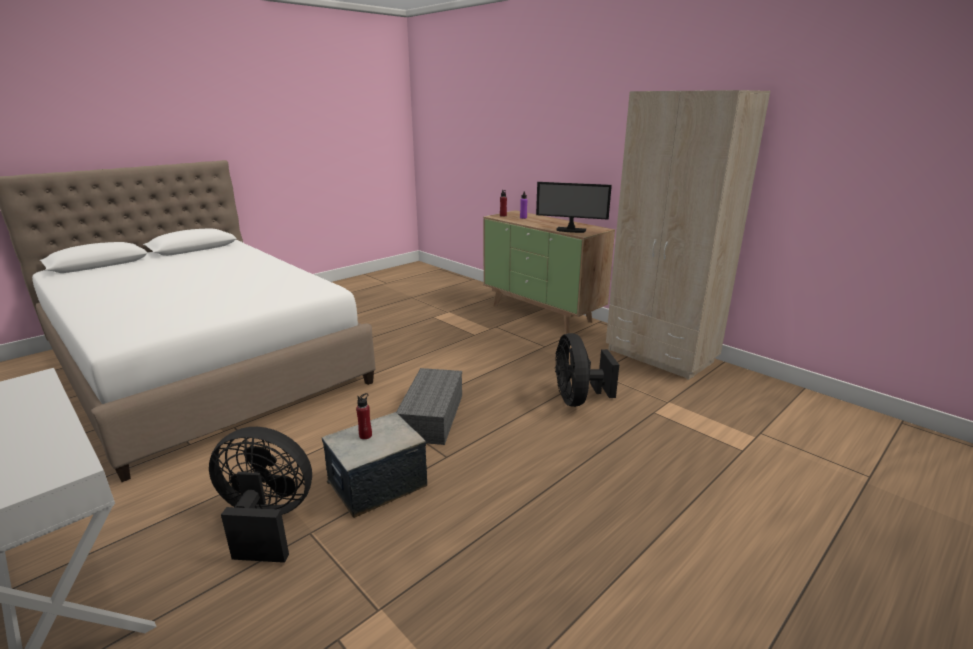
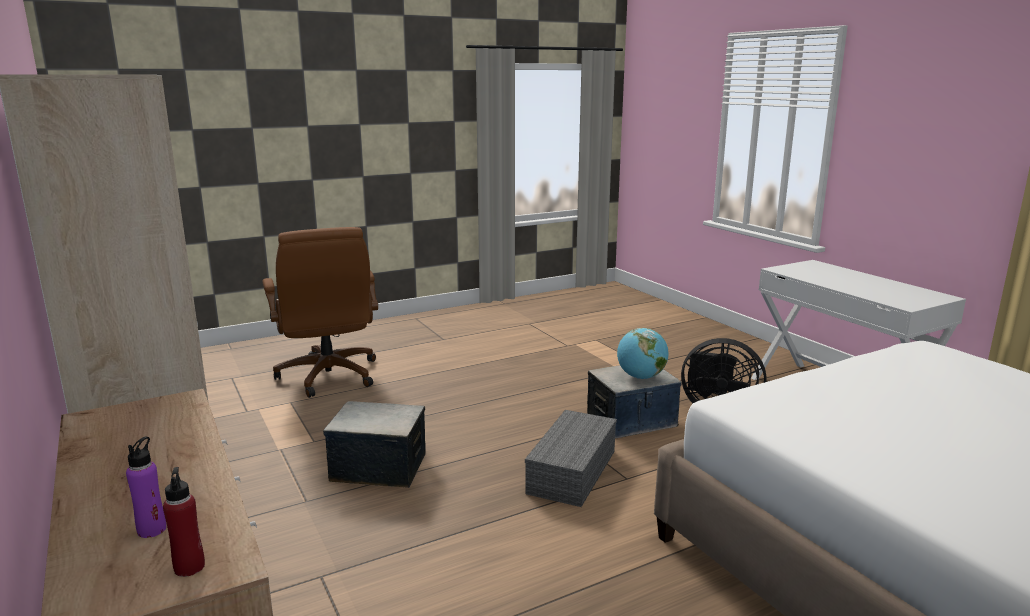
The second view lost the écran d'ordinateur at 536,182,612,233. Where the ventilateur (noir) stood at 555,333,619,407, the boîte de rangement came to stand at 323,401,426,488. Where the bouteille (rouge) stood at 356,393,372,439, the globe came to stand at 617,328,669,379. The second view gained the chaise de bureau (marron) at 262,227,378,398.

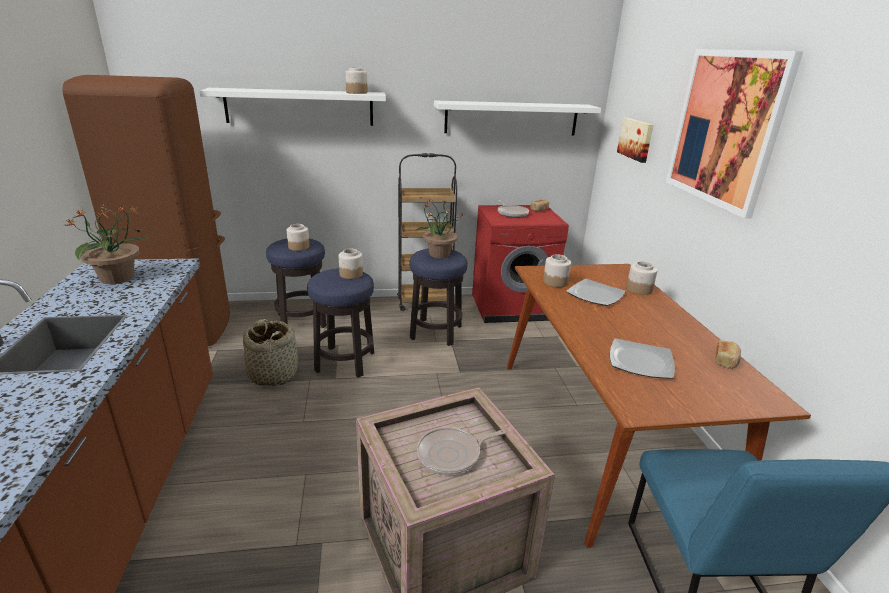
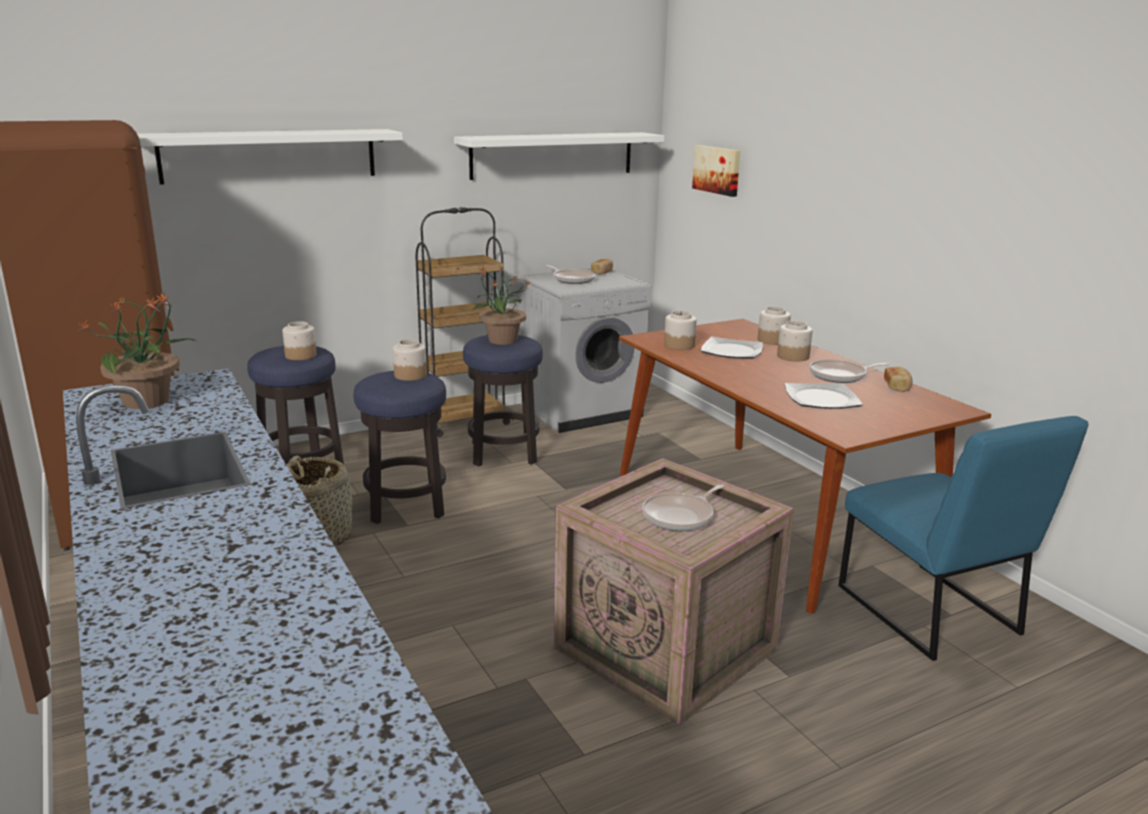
The second view lost the tableau at 666,49,803,219. The bocal ended up elsewhere, having gone from 345,67,368,94 to 777,321,813,361. What was the lave-linge (rouge) at 472,205,569,323 turned into the lave-linge (blanc) at 521,268,652,433. The second view gained the poêle at 809,359,890,383.

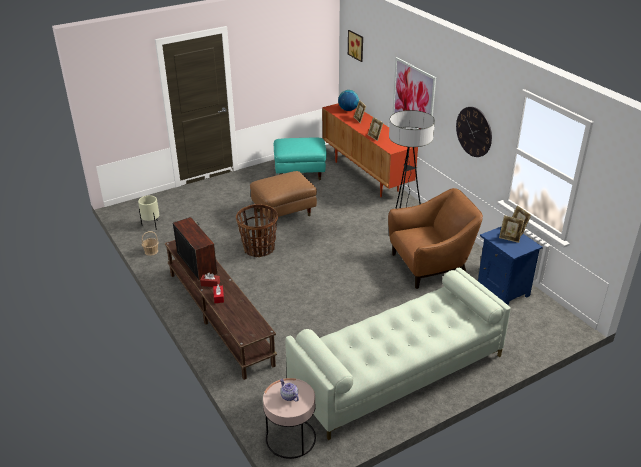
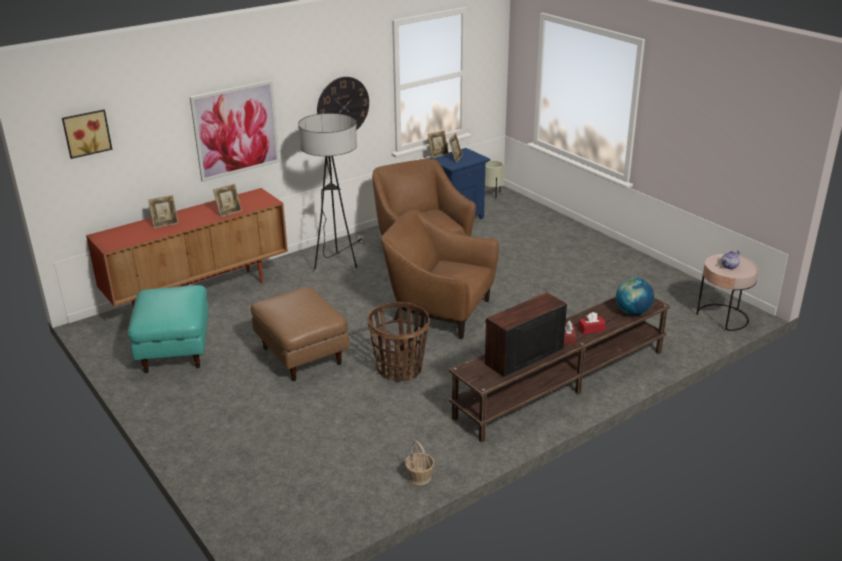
The globe ended up elsewhere, having gone from 338,90,359,111 to 616,278,654,315. The cache-pot (beige) ended up elsewhere, having gone from 138,195,159,230 to 485,160,504,199. The second view lost the canapé (blanc) at 285,268,511,440. The second view gained the fauteuil (marron) at 381,210,499,339.

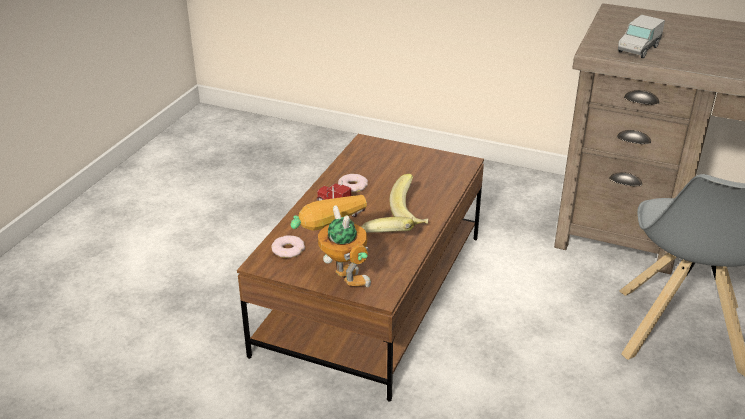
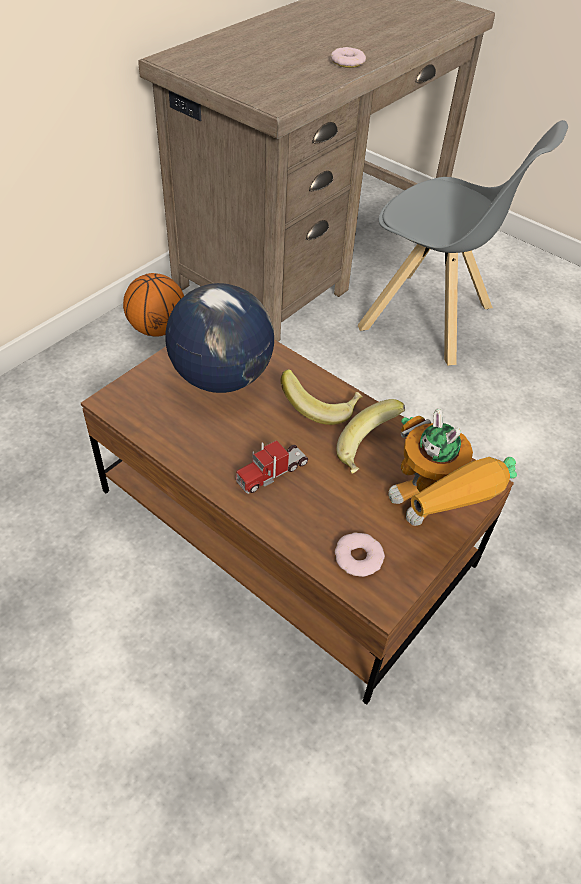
The second view lost the camion jouet at 618,15,665,58. The beignet ended up elsewhere, having gone from 338,174,368,193 to 331,47,366,68. The robot jouet at 291,195,371,287 ended up facing another way, 105 degrees counterclockwise from before. The second view gained the ballon de basket at 123,273,184,337. The second view gained the globe at 165,283,274,393.

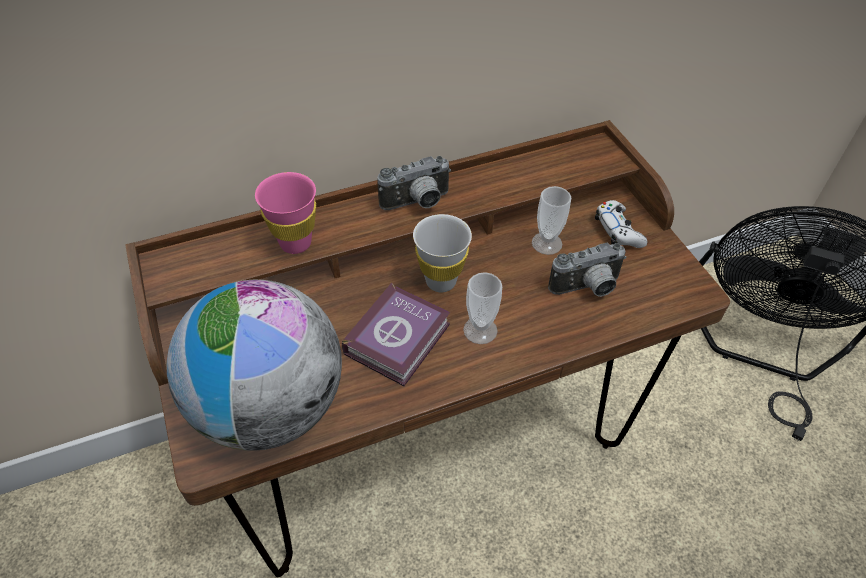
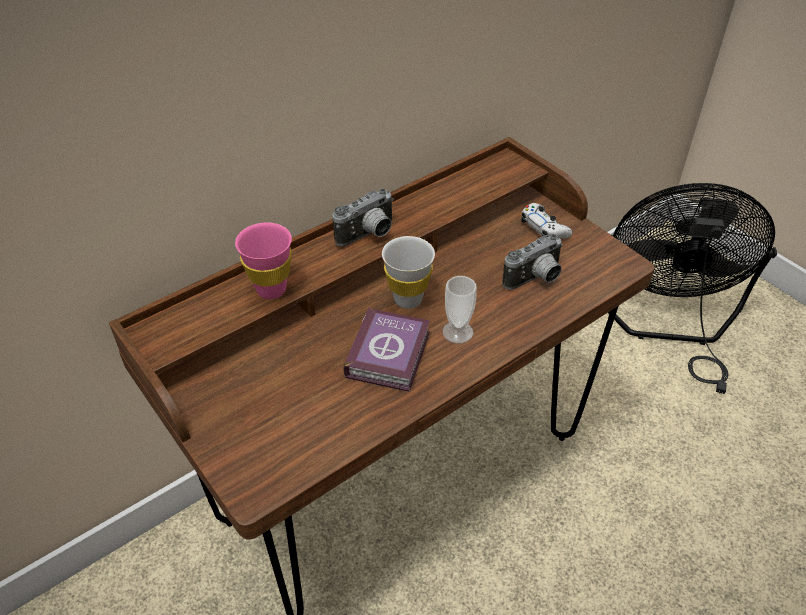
The second view lost the tasse at 532,186,572,255. The second view lost the globe at 167,280,342,451.

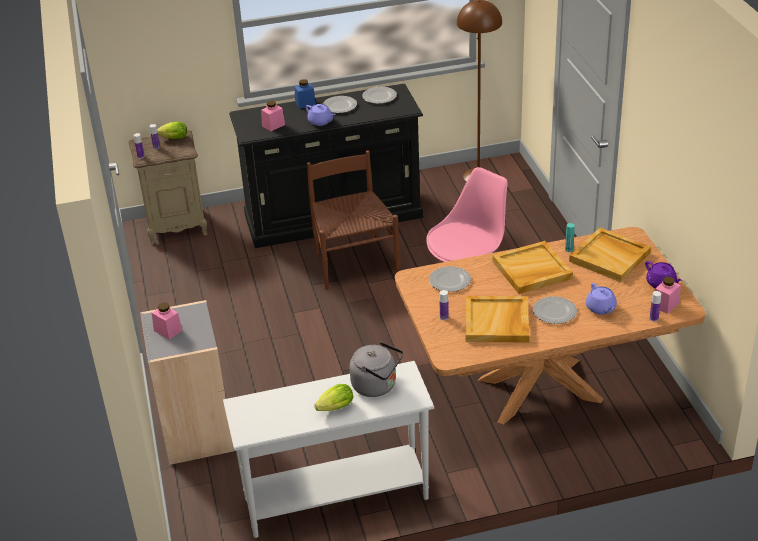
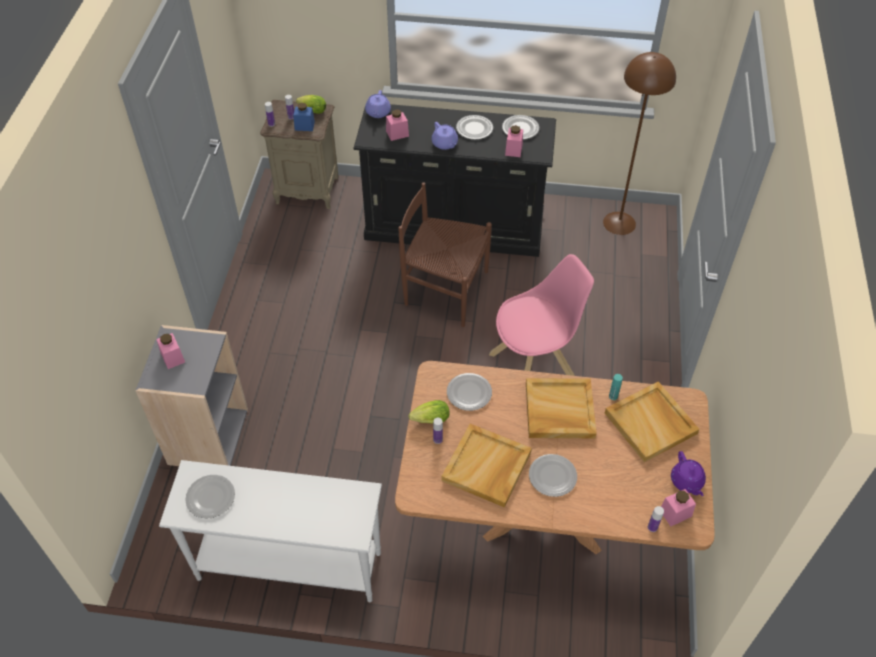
The bocal (bleu) ended up elsewhere, having gone from 295,79,316,109 to 293,103,315,131. The chaise (marron) at 307,150,399,290 ended up facing another way, 75 degrees counterclockwise from before. The théière (violet) ended up elsewhere, having gone from 586,283,617,315 to 365,90,391,118. The second view lost the bouilloire (gris) at 349,342,403,397. The laitue ended up elsewhere, having gone from 314,384,353,411 to 408,400,450,423. The second view gained the bocal (rose) at 505,125,523,157. The second view gained the assiette at 185,475,235,518.

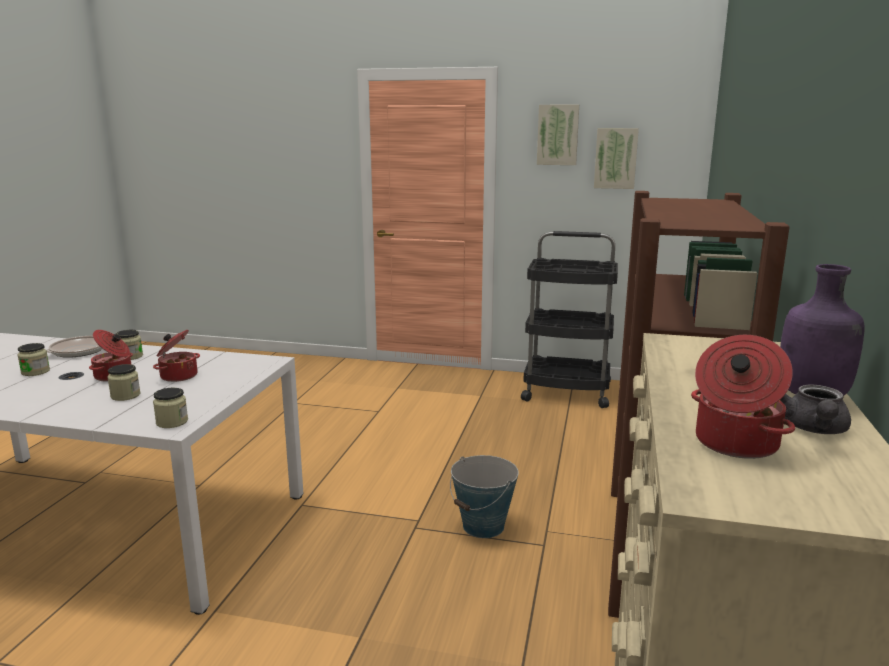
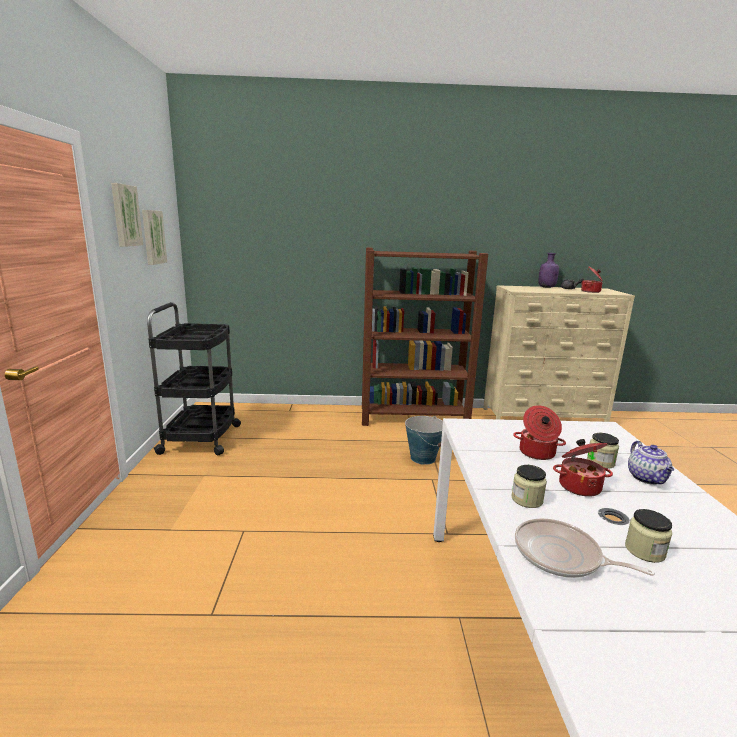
The second view lost the bocal at 153,388,188,428. The second view gained the théière at 628,441,674,485.

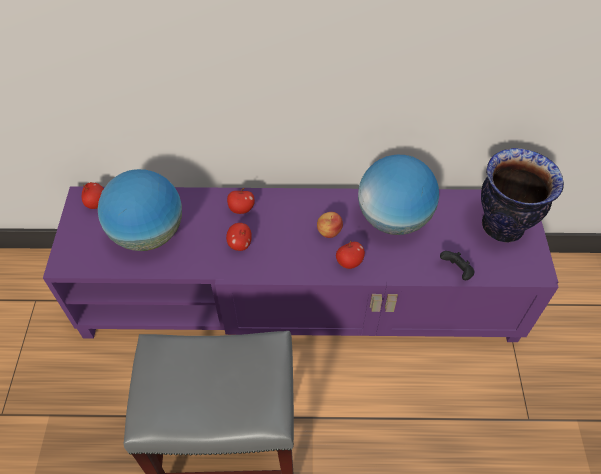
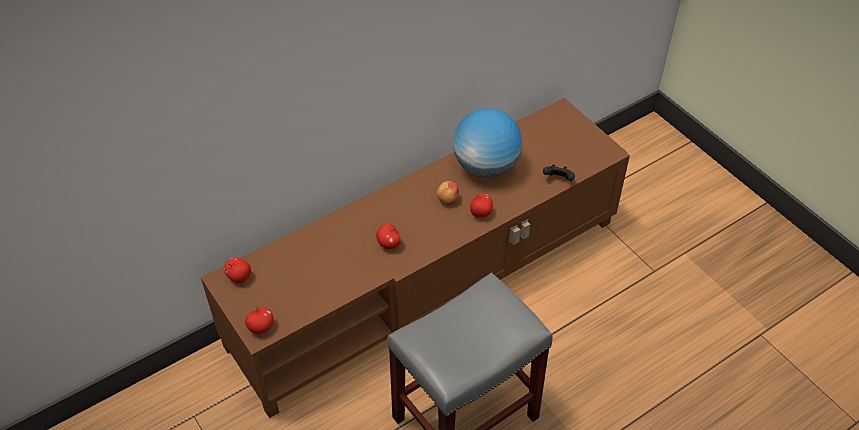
The second view lost the vase at 481,148,564,242. The second view lost the globe at 98,169,182,251. What was the meuble télé (violet) at 43,187,558,342 turned into the meuble télé (marron) at 201,98,630,418. The pomme ended up elsewhere, having gone from 227,188,255,214 to 245,306,273,334.

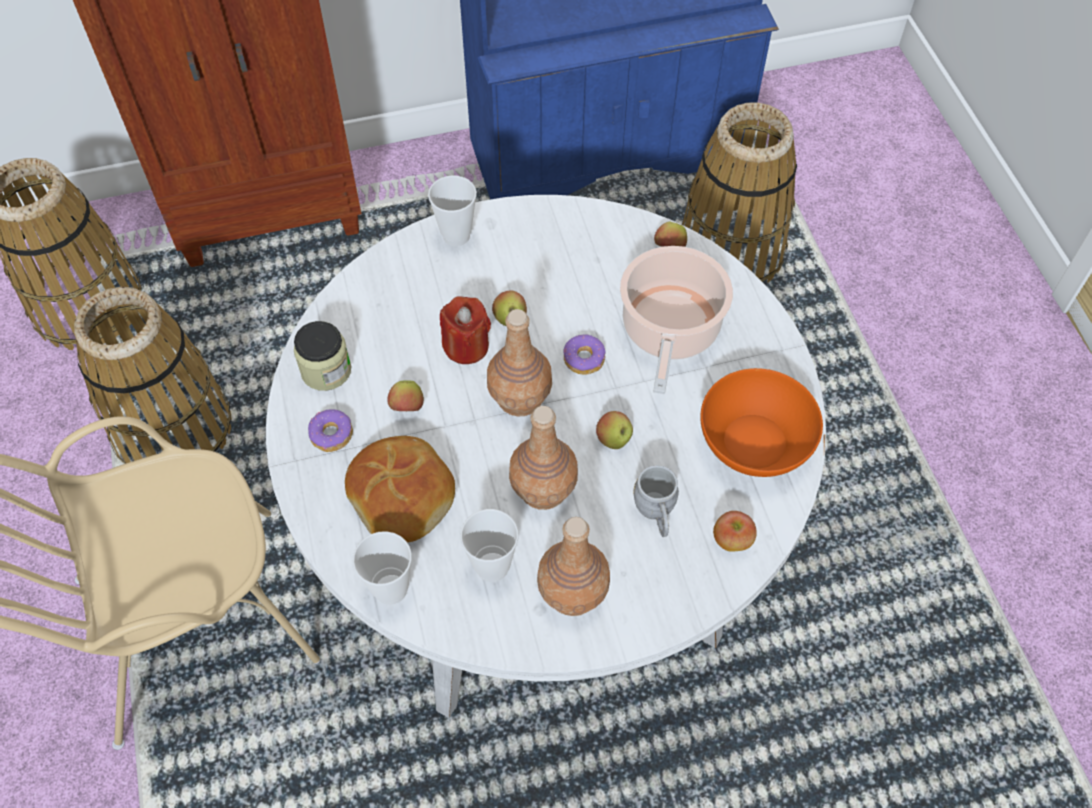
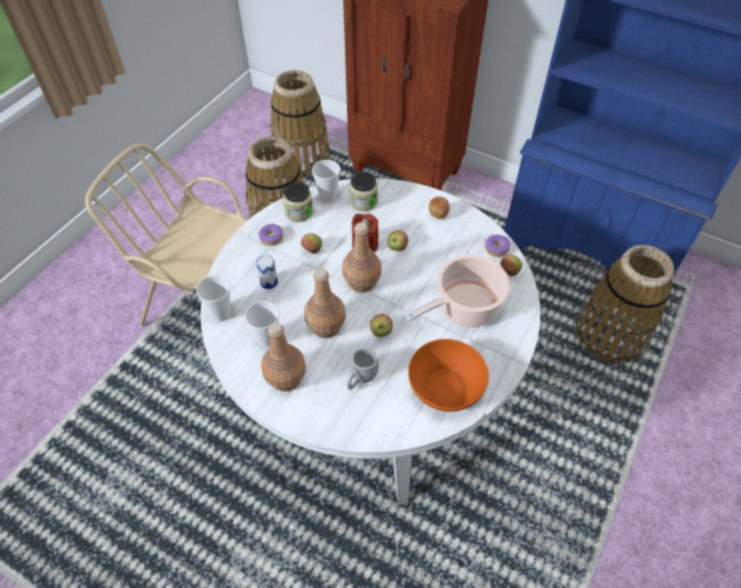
The tasse ended up elsewhere, having gone from 428,176,477,246 to 312,160,340,202. The beignet ended up elsewhere, having gone from 563,334,606,375 to 485,235,510,257. Where the pain stood at 345,436,455,543, the boîte métallique came to stand at 256,255,278,289. The pomme ended up elsewhere, having gone from 713,511,757,552 to 429,196,450,219. The second view gained the bocal at 349,172,378,211.

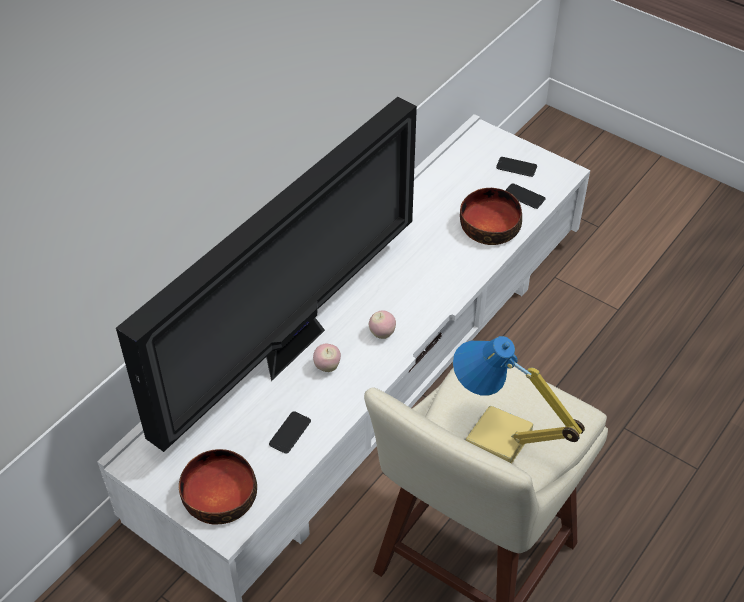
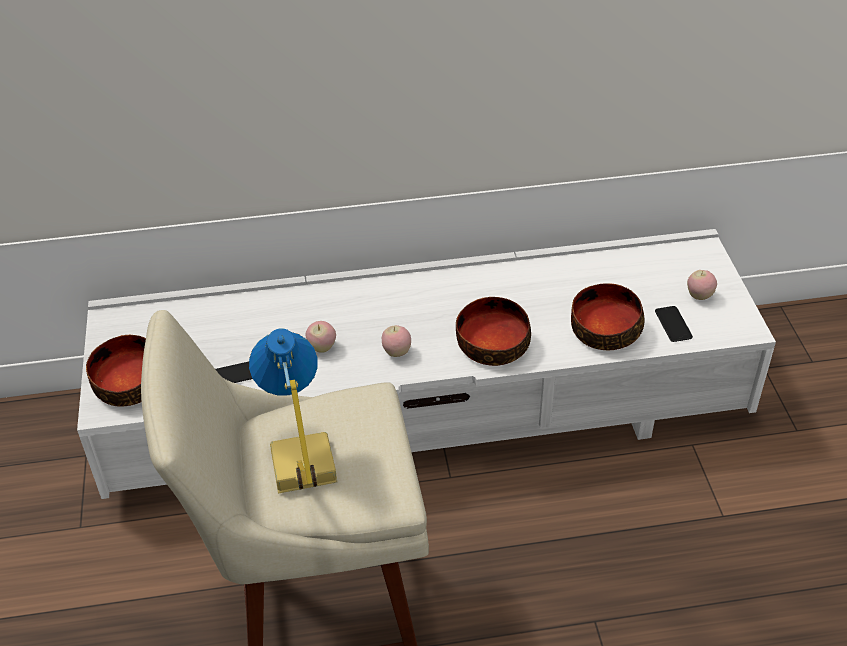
The second view lost the téléviseur at 116,97,417,452. Where the téléphone stood at 496,157,537,177, the pomme came to stand at 687,270,717,300. The second view gained the bol at 456,297,531,366.

